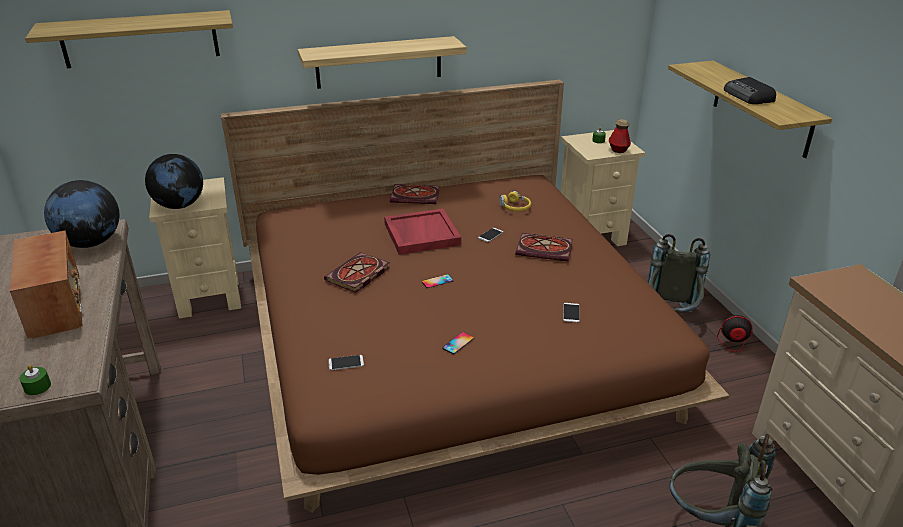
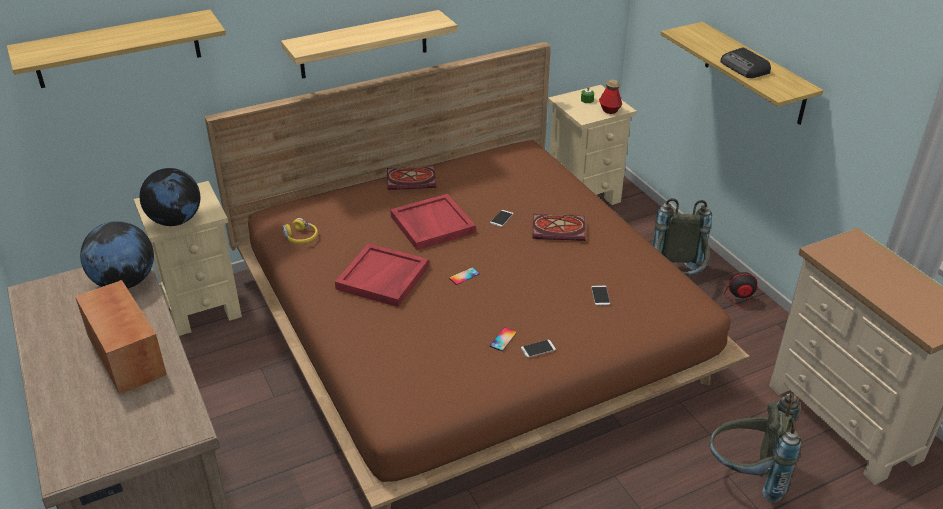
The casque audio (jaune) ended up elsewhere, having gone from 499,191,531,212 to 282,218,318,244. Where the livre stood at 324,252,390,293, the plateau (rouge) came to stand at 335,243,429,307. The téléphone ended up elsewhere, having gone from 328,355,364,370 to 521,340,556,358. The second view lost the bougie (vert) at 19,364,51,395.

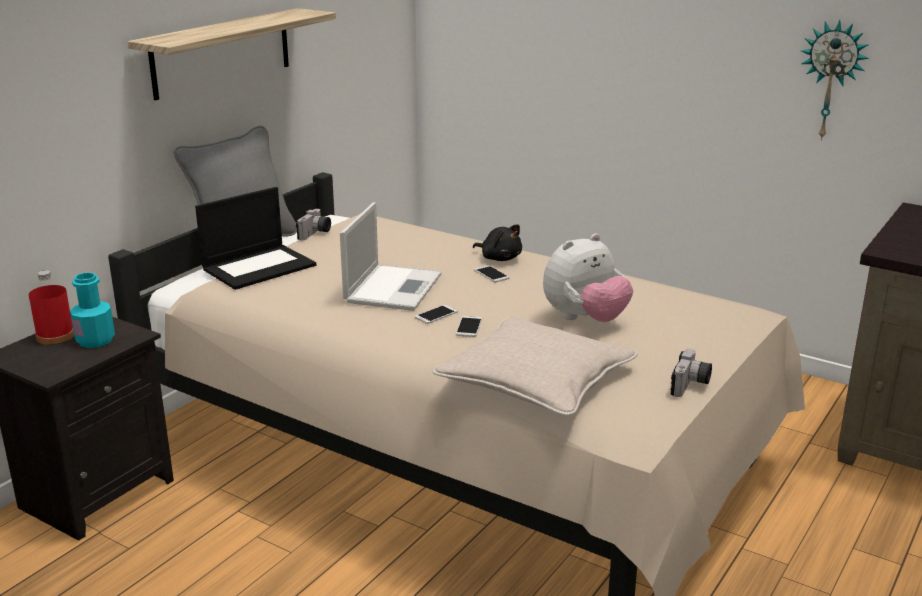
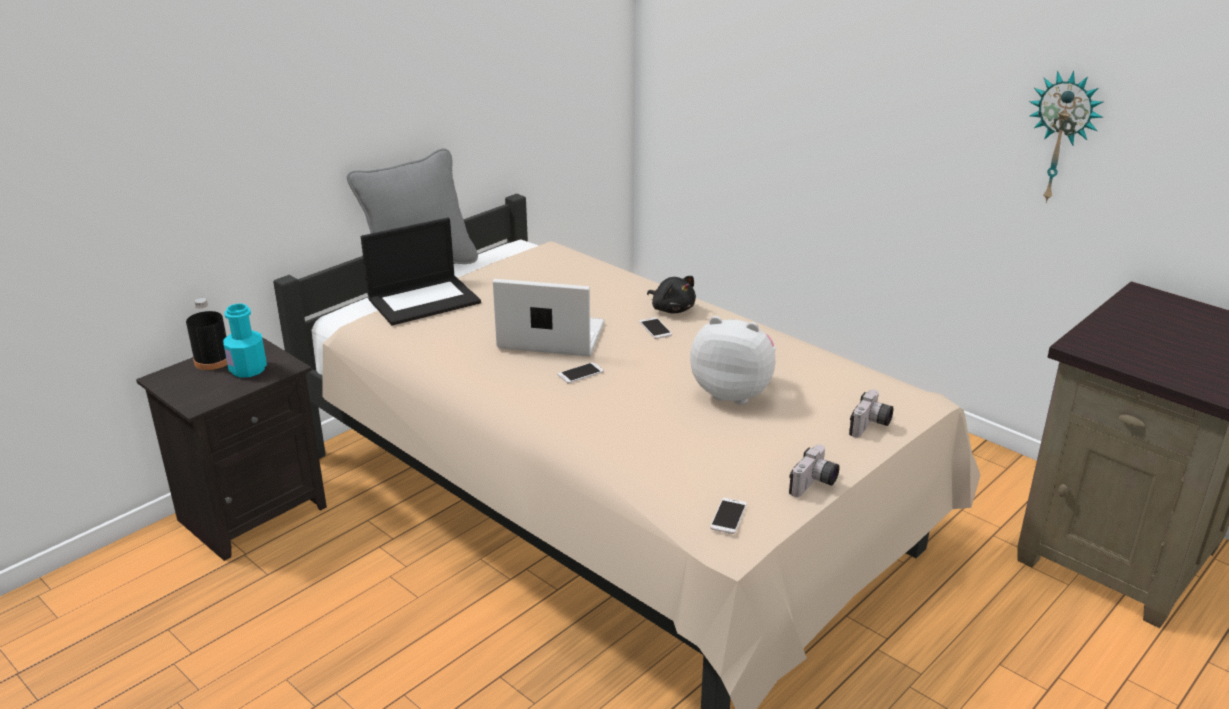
The second view lost the étagère at 128,8,336,100. The ordinateur portable at 340,202,441,311 ended up facing another way, 105 degrees counterclockwise from before. The appareil photo ended up elsewhere, having gone from 296,209,331,240 to 849,389,893,438. The peluche at 543,234,633,322 ended up facing another way, 135 degrees counterclockwise from before. What was the bouteille (rouge) at 29,270,74,345 turned into the bouteille (noir) at 186,298,227,370. The téléphone ended up elsewhere, having gone from 456,316,482,337 to 710,498,747,534. The second view lost the coussin (beige) at 432,317,638,416.

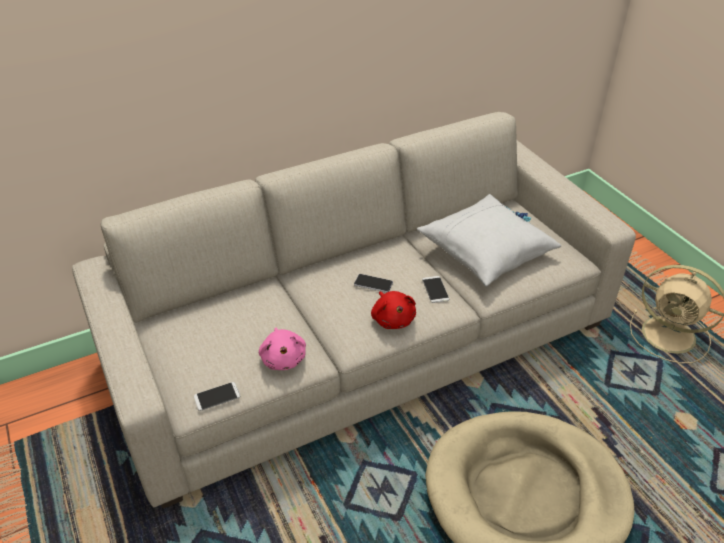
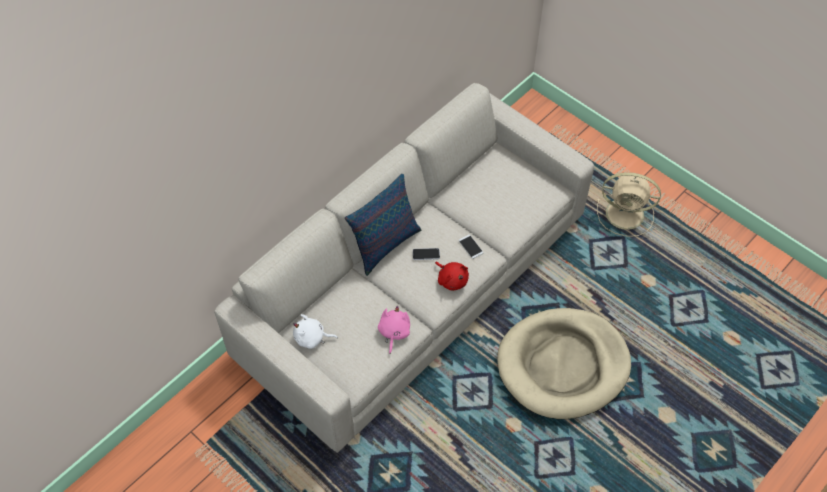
The second view lost the coussin (gris) at 417,194,561,287. The peluche (rose) at 259,327,306,370 ended up facing another way, 135 degrees counterclockwise from before. The second view lost the téléphone at 194,382,240,411. The second view gained the coussin (bleu) at 345,174,421,276. The second view gained the peluche (blanc) at 293,314,338,349.

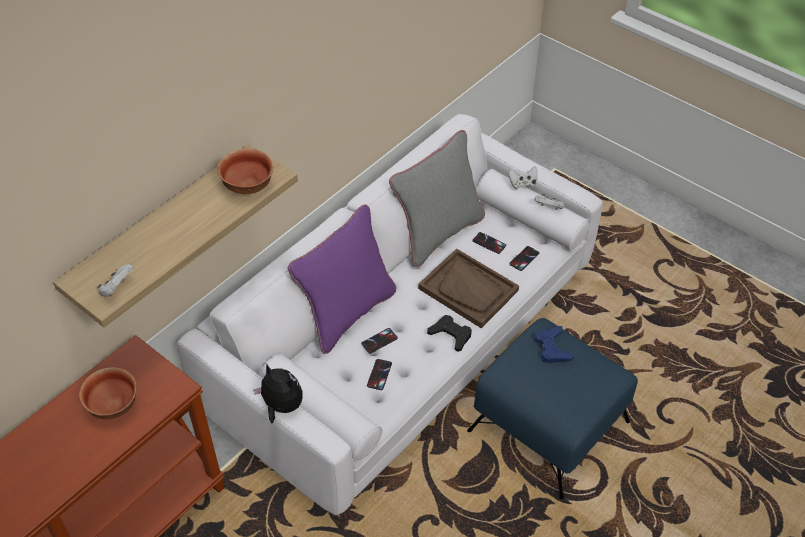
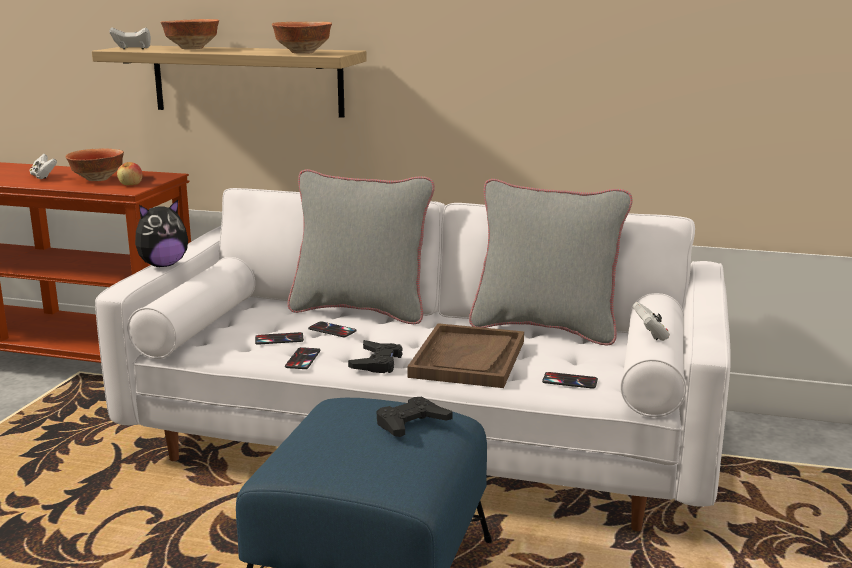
The manette (blanc) ended up elsewhere, having gone from 508,166,538,189 to 30,154,57,179. What was the coussin (violet) at 288,204,396,354 turned into the coussin (gris) at 287,169,435,324. The téléphone ended up elsewhere, having gone from 472,232,506,254 to 285,347,321,369. What was the manette (bleu) at 535,326,574,363 turned into the manette (noir) at 376,397,452,437. The peluche at 253,364,303,424 ended up facing another way, 45 degrees clockwise from before. The second view gained the bol at 160,19,219,49. The second view gained the pomme at 117,162,142,185.

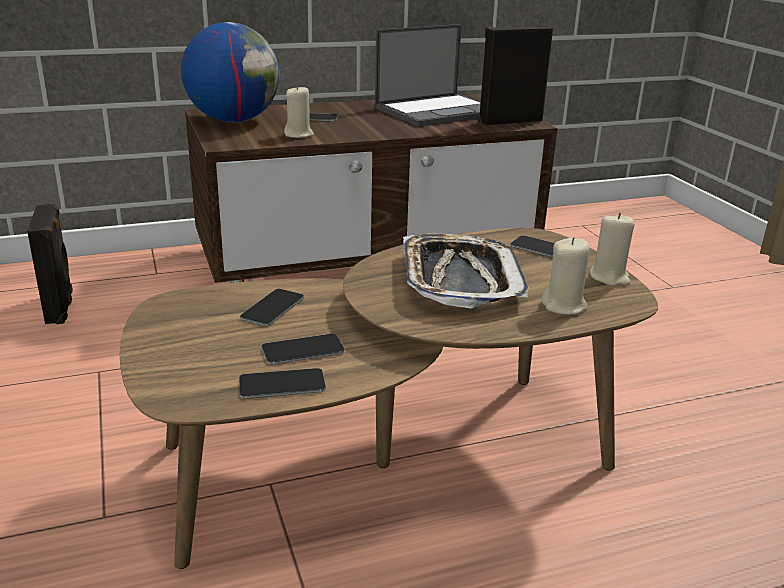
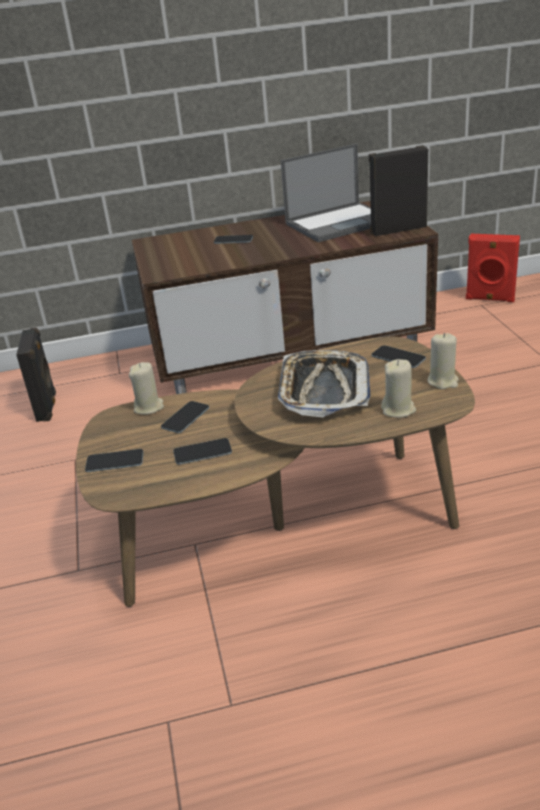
The second view lost the globe at 181,22,279,123. The bougie (beige) ended up elsewhere, having gone from 284,85,314,138 to 129,362,164,415. The téléphone ended up elsewhere, having gone from 239,368,326,399 to 85,449,143,472. The second view gained the enceinte (rouge) at 466,234,520,302.

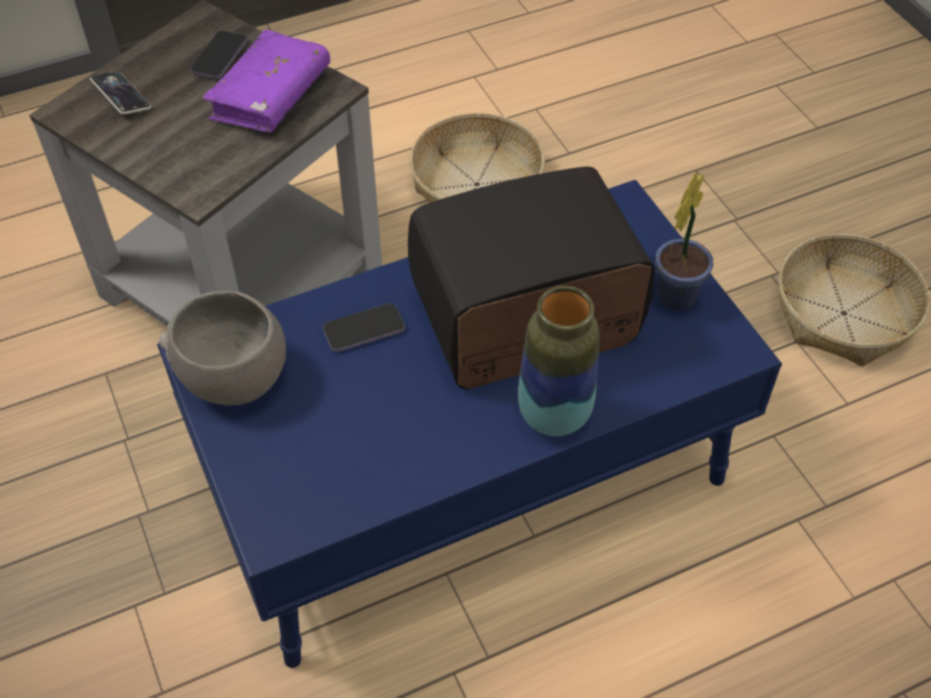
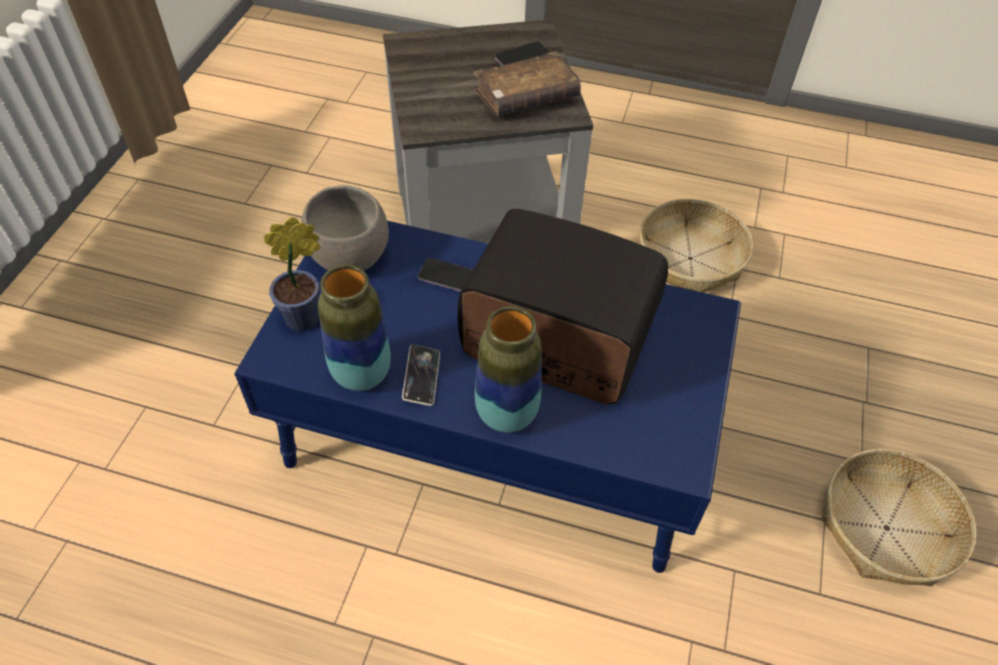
What was the livre (violet) at 202,30,330,132 turned into the livre (marron) at 473,51,581,116. The téléphone ended up elsewhere, having gone from 90,72,151,114 to 402,345,440,406. The plante en pot ended up elsewhere, having gone from 655,172,713,311 to 263,217,321,331. The second view gained the vase at 318,264,391,391.

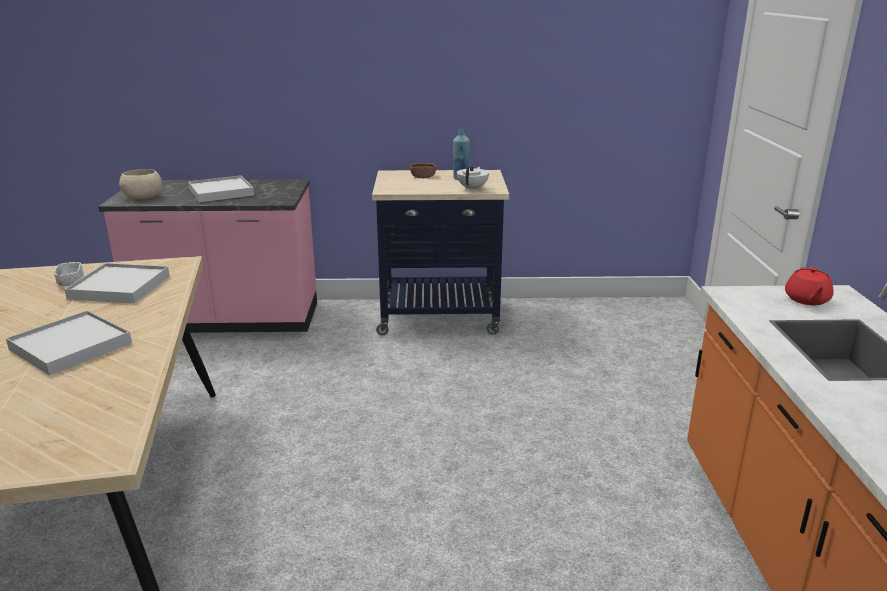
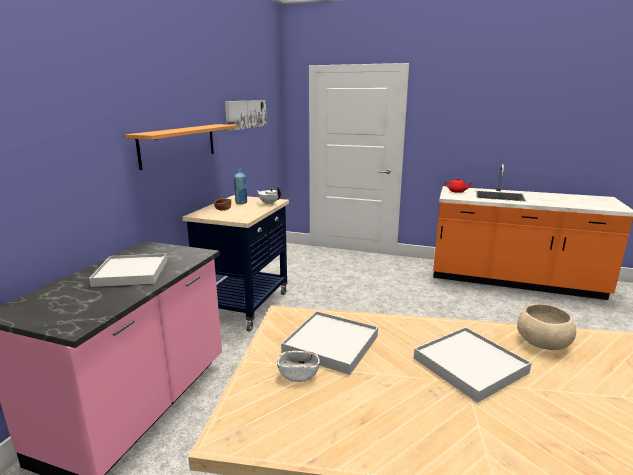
The bol (beige) ended up elsewhere, having gone from 119,169,162,199 to 517,304,576,350. The second view gained the tableau at 225,100,267,131. The second view gained the étagère at 125,124,238,170.

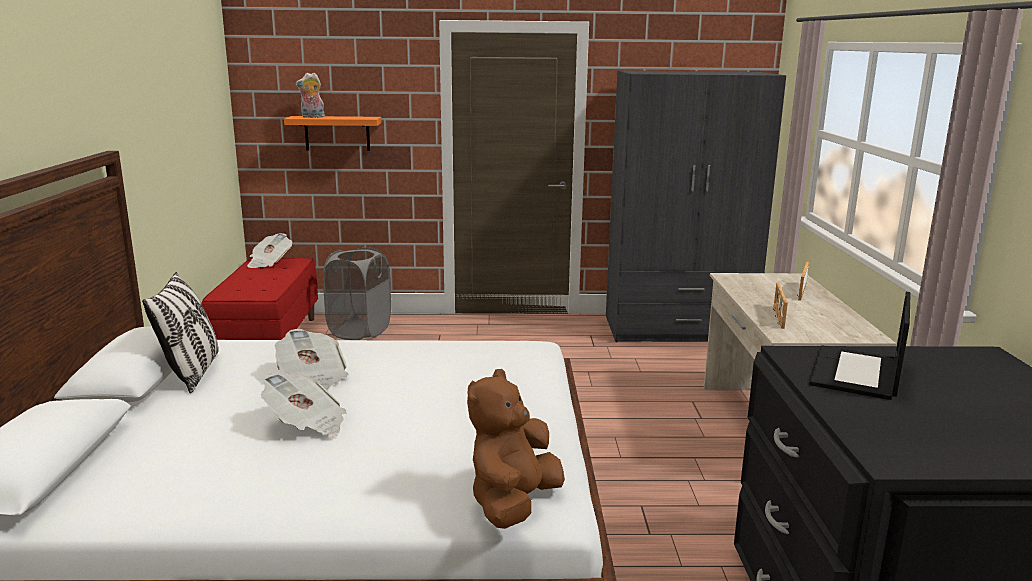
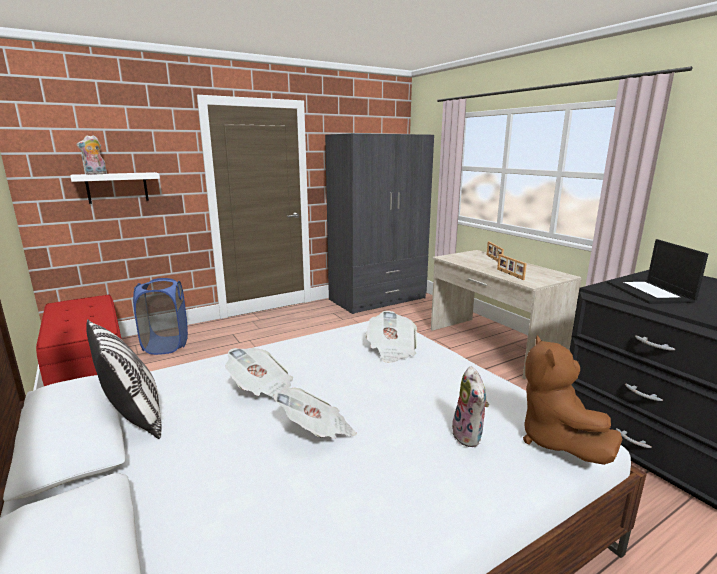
What was the étagère (orange) at 284,116,382,151 turned into the étagère (blanc) at 70,172,160,204. The journal ended up elsewhere, having gone from 247,233,292,268 to 365,311,417,363. What was the panier à linge (gris) at 323,247,391,340 turned into the panier à linge (bleu) at 133,278,188,355. The second view gained the peluche at 450,366,489,447.

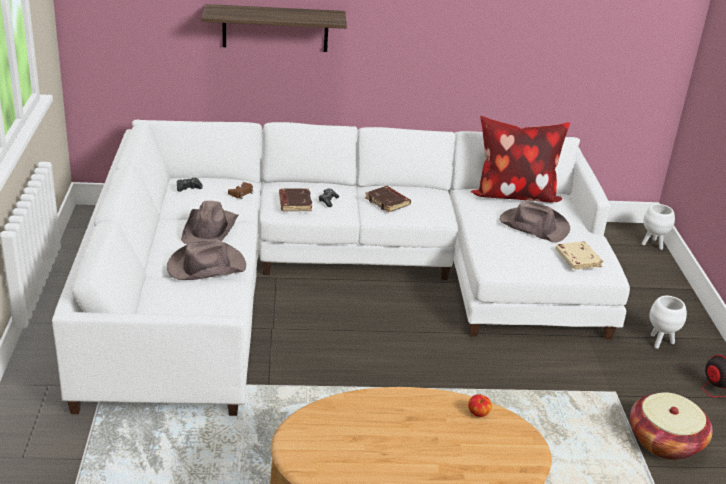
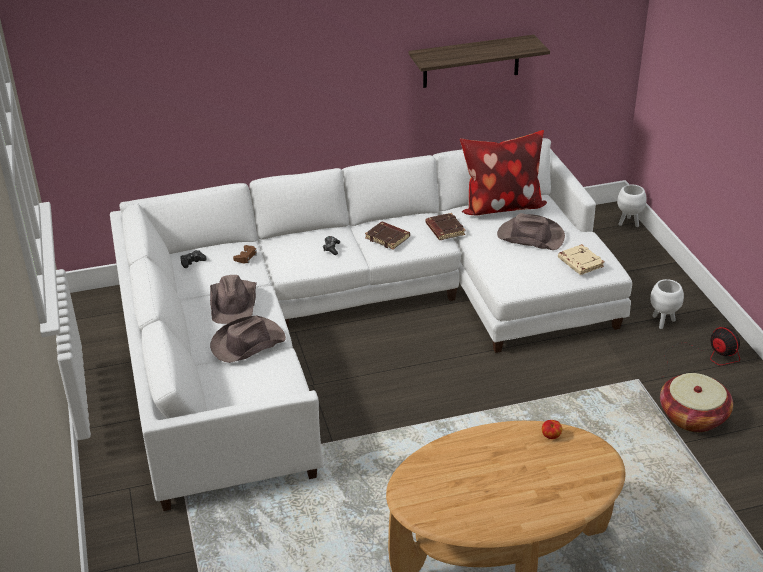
The étagère ended up elsewhere, having gone from 202,4,347,52 to 408,35,550,88. The livre (marron) ended up elsewhere, having gone from 279,188,312,211 to 425,213,466,240.

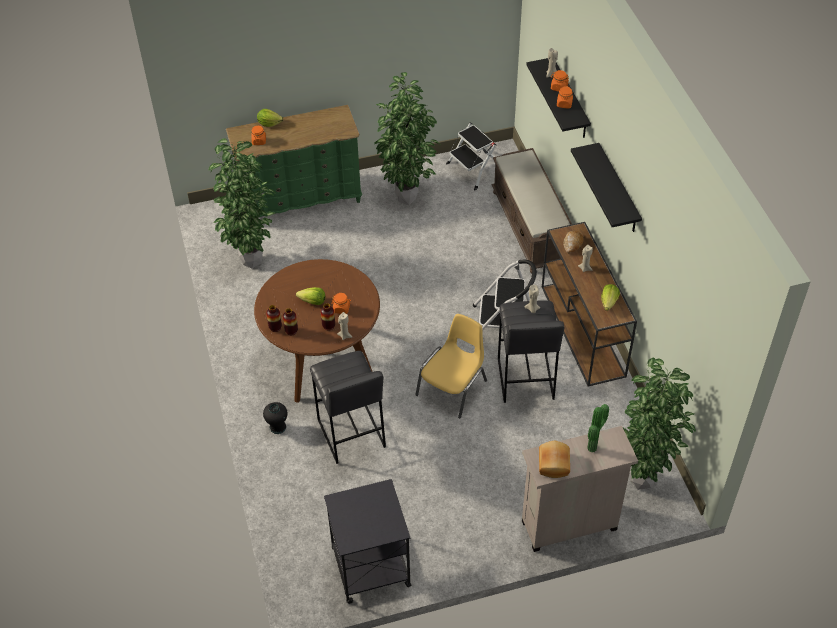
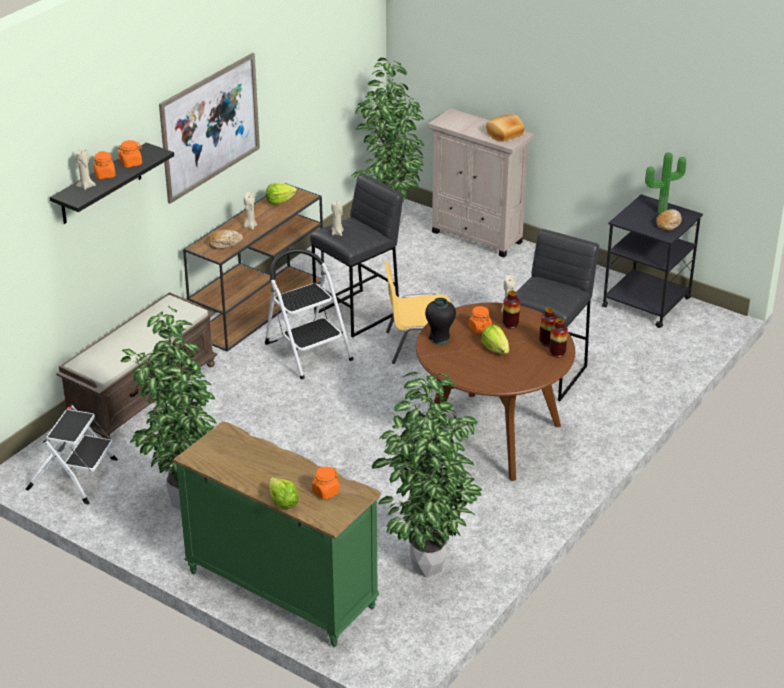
Where the étagère (noir) hung at 571,143,642,232, the tableau came to hang at 159,53,260,204. The vase (noir) ended up elsewhere, having gone from 263,402,287,434 to 425,298,456,345. The plante en pot ended up elsewhere, having gone from 587,404,609,453 to 645,152,686,214. The second view gained the pain at 656,209,682,231.

